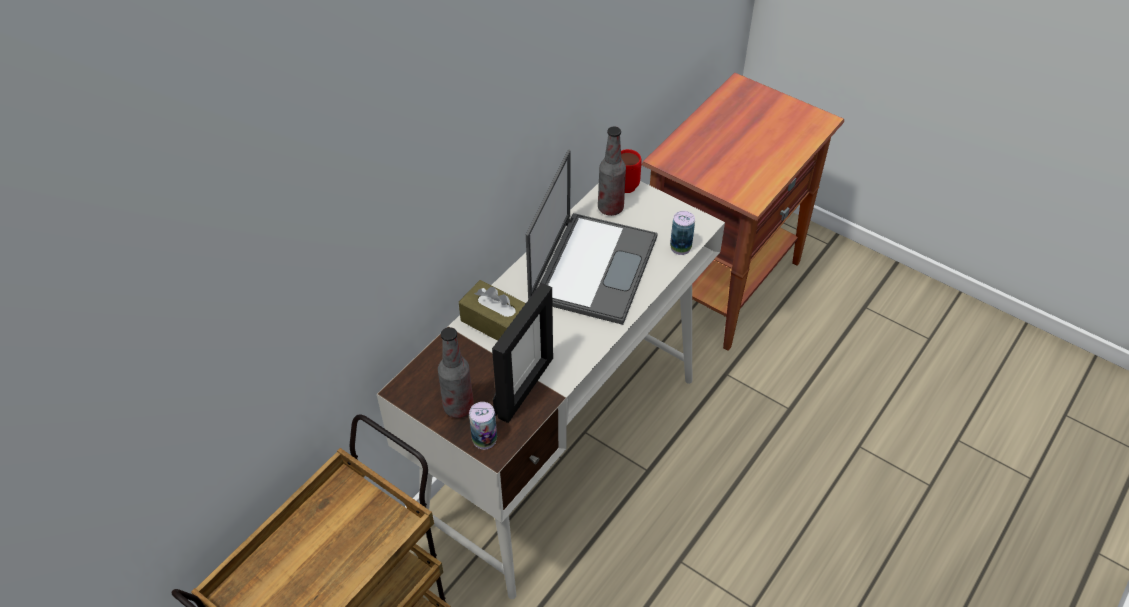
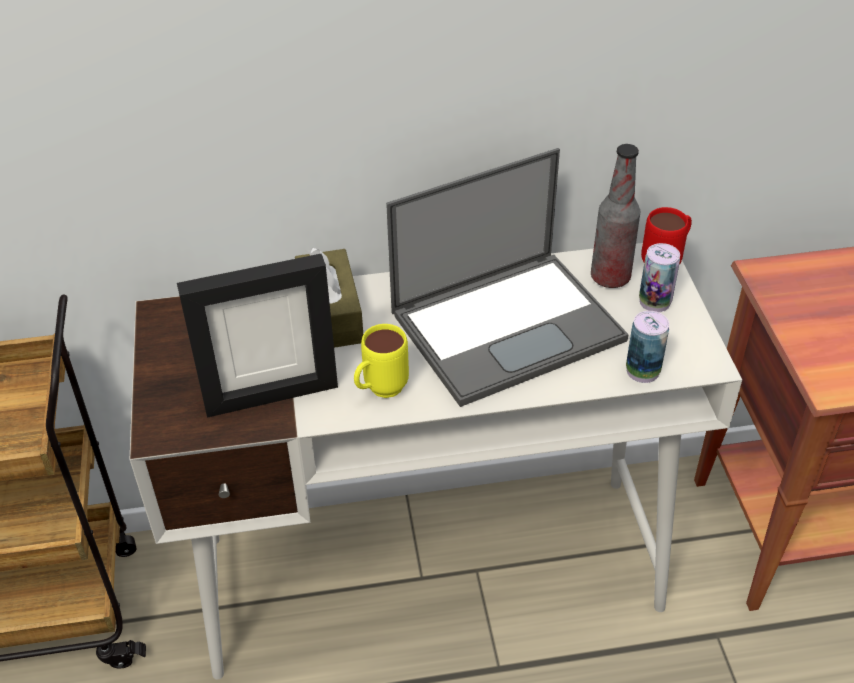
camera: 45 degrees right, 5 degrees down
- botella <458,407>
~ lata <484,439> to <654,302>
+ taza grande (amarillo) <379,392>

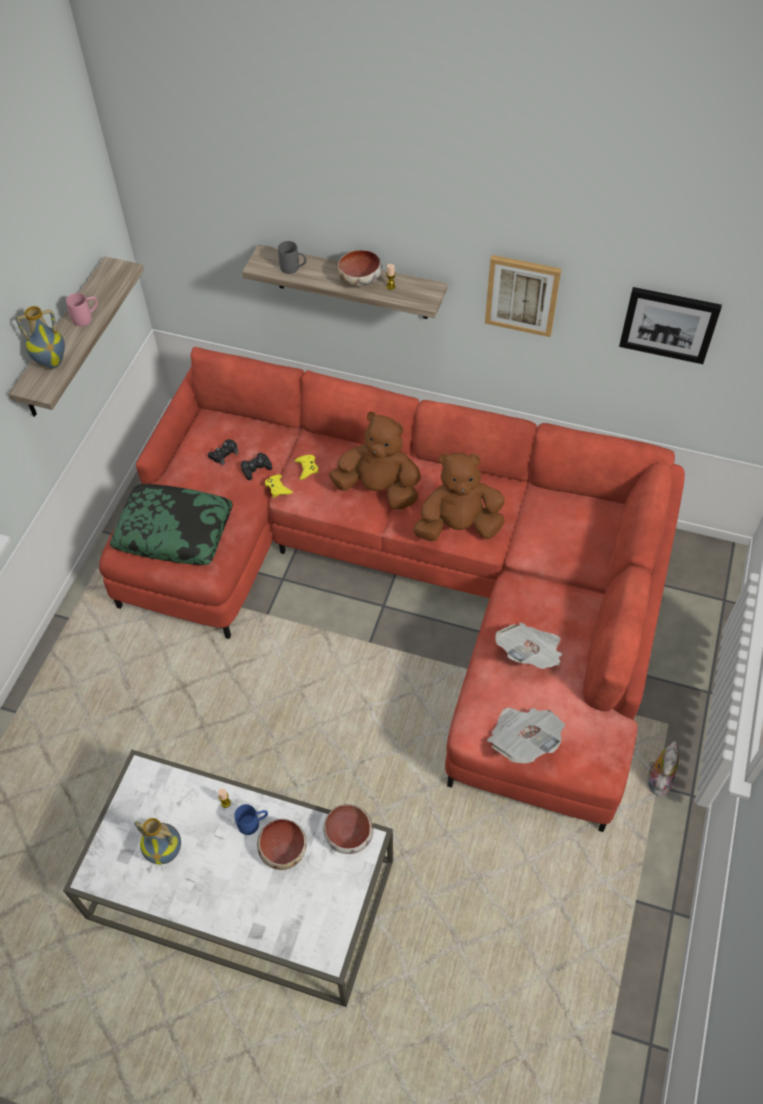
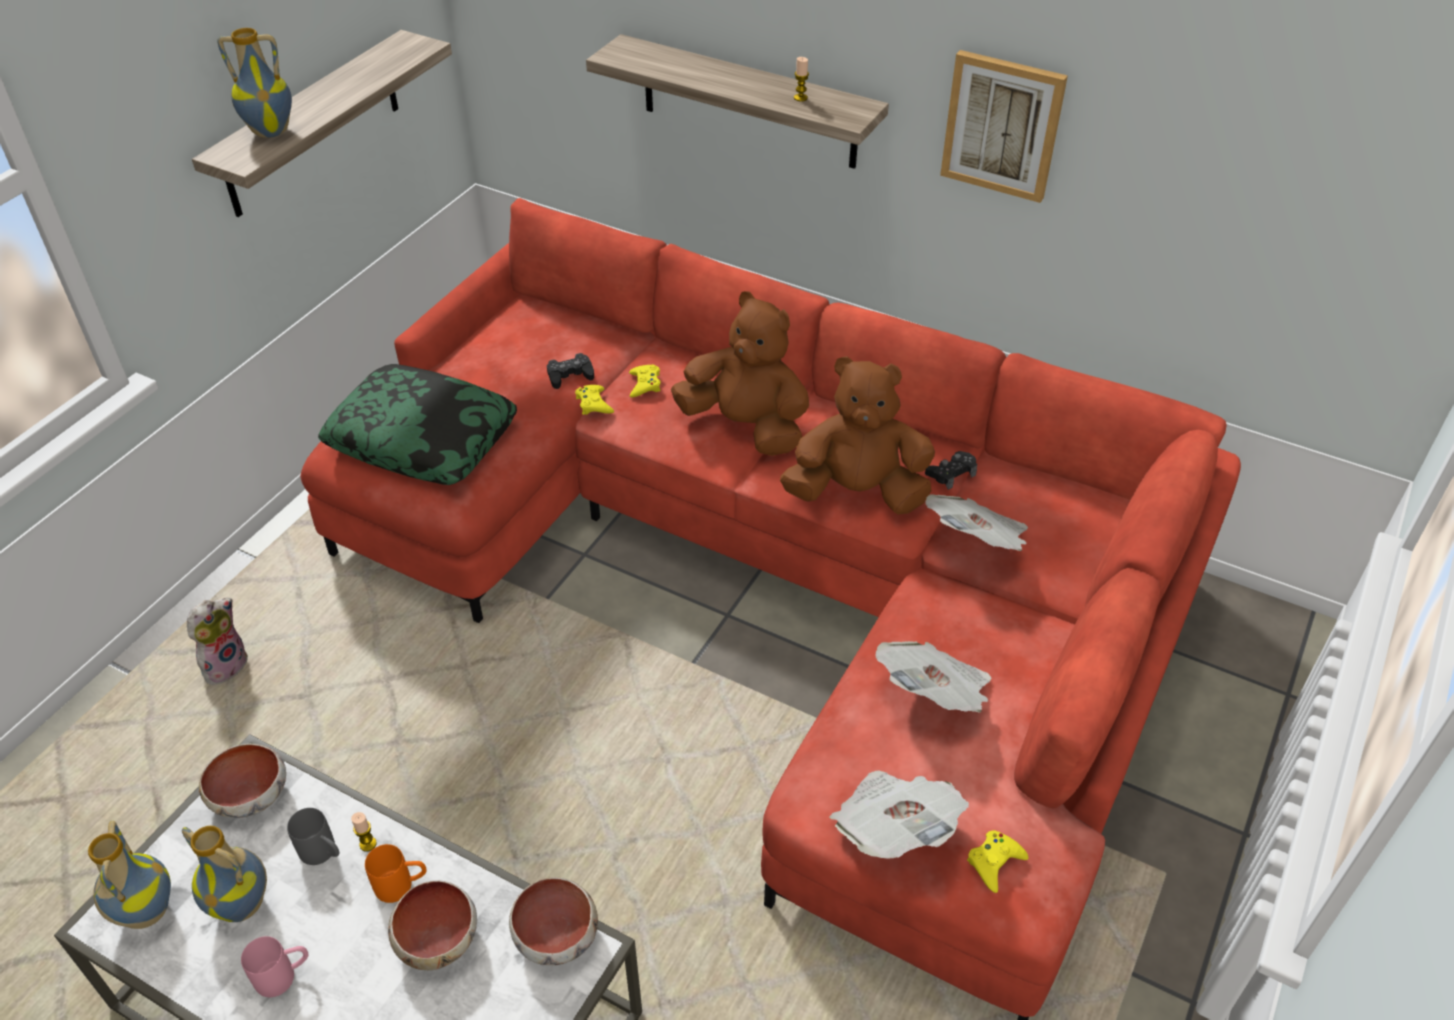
camera: 10 degrees right, 10 degrees down
~ taza grande (gris) <294,268> to <323,853>
~ cuenco <360,279> to <251,794>
- cuadro <669,324>
~ taza grande (rosa) <86,318> to <284,975>
~ mando de consola (negro) <224,454> to <951,473>
~ peluche <657,779> to <225,665>
~ taza grande (azul) <253,823> to taza grande (naranja) <402,885>
+ periódico <977,541>
+ florero <144,911>
+ mando de consola (amarillo) <994,862>

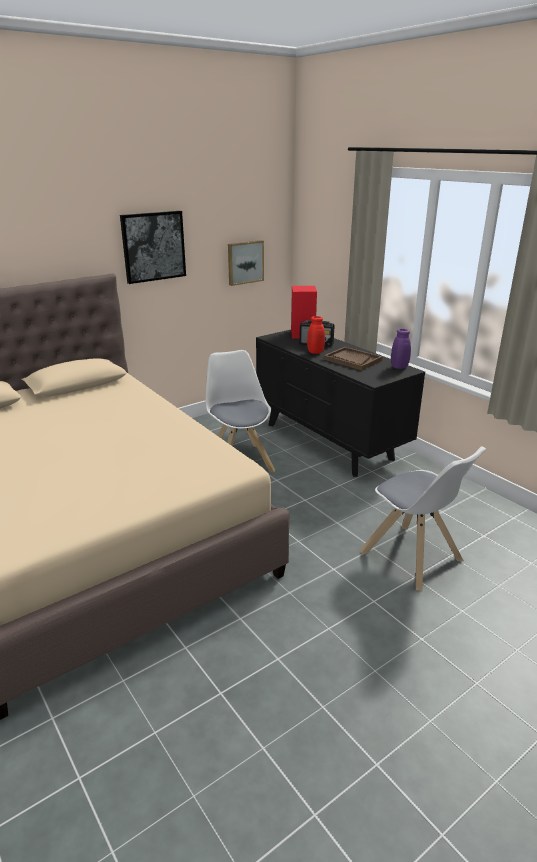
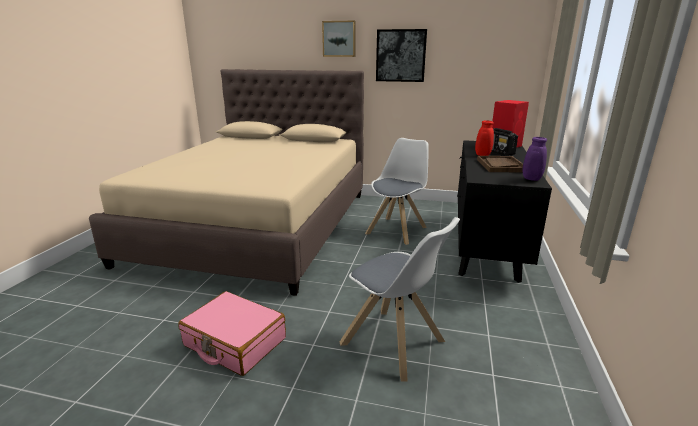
camera: 50 degrees right, 5 degrees down
~ cuadro <245,262> to <339,39>
~ silla <413,557> = <395,344> 60 degrees counterclockwise
+ maleta (rosa) <234,342>

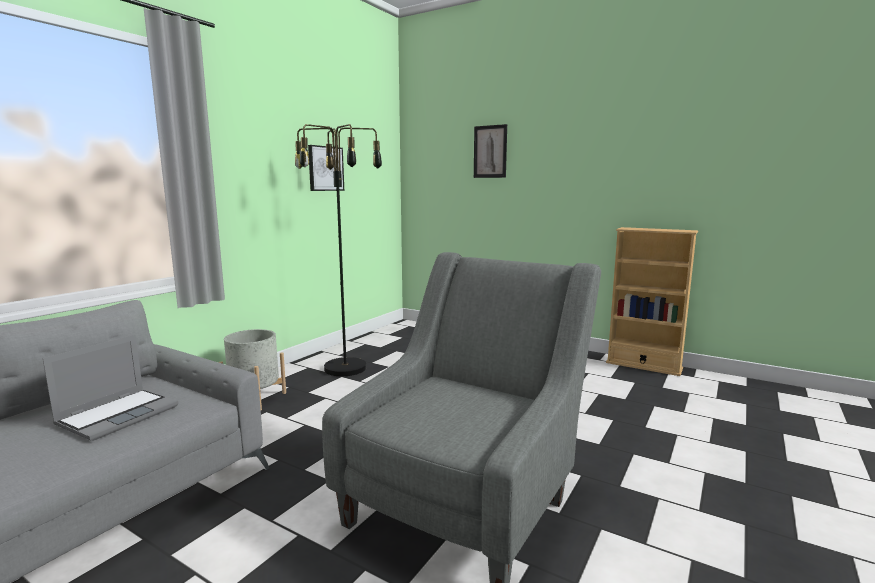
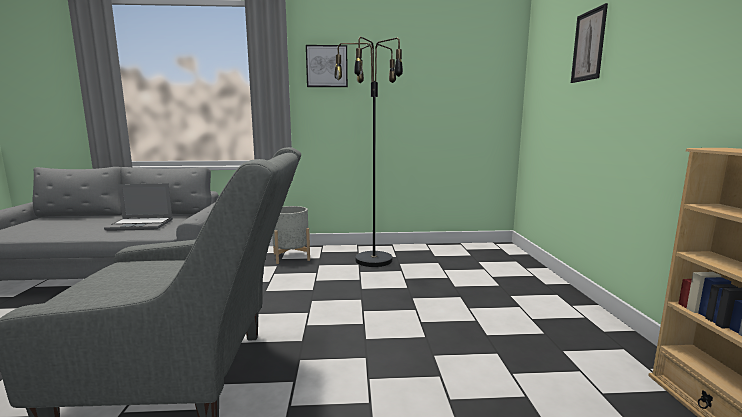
camera: 55 degrees right, 0 degrees up
~ cuadro <325,168> to <327,66>

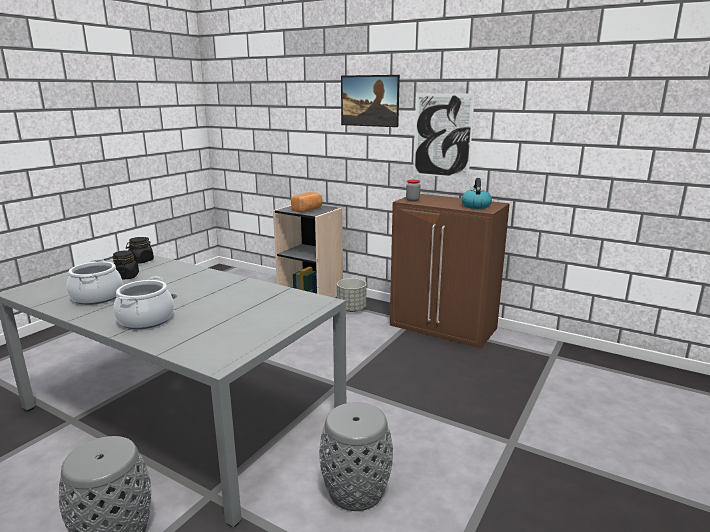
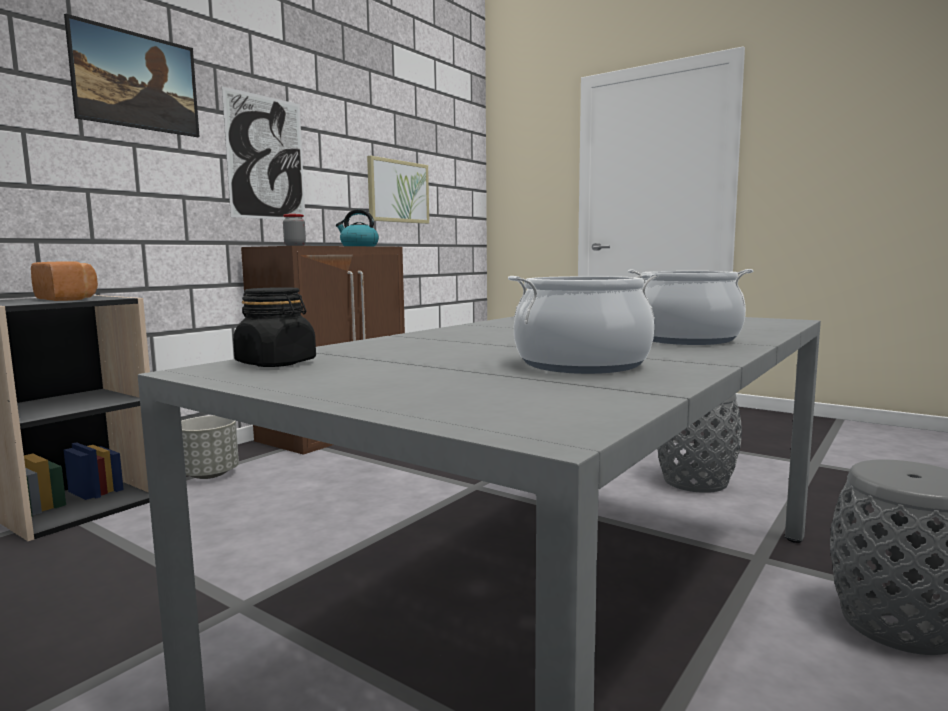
camera: 85 degrees left, 10 degrees down
- tarro (negro) <126,277>
+ cuadro <398,191>

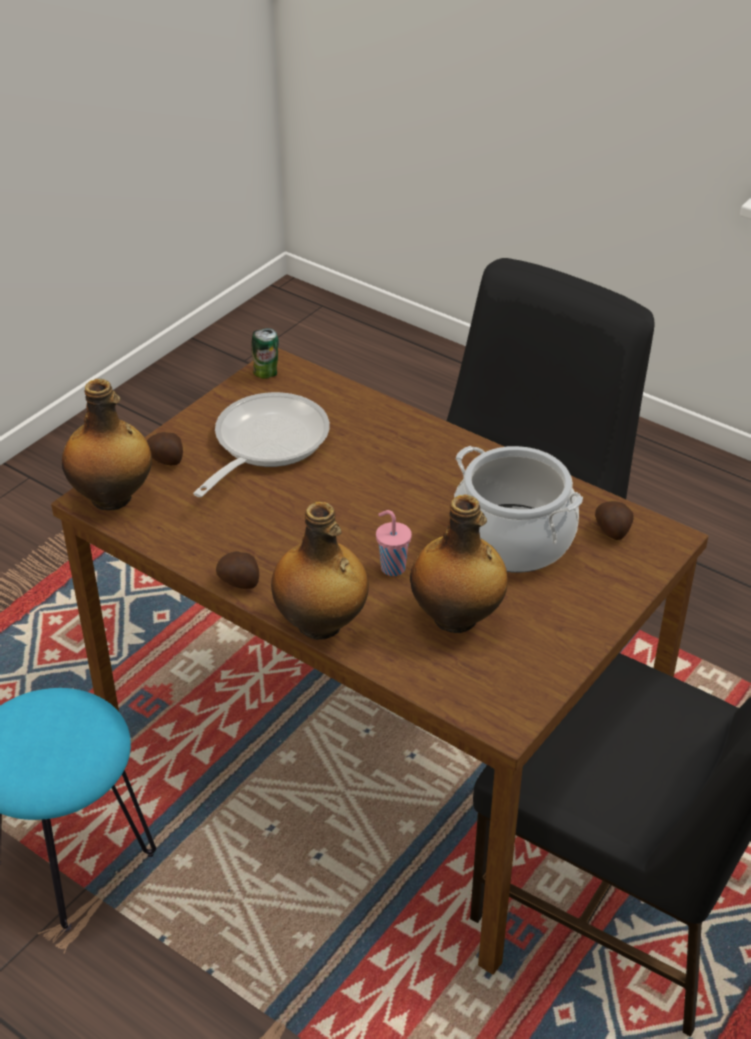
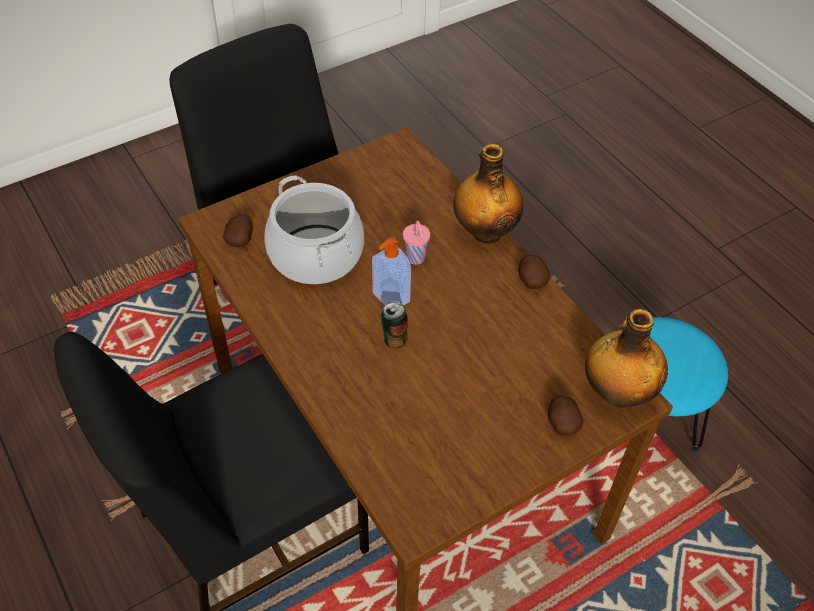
camera: 160 degrees left, 10 degrees up
~ lata <266,373> to <394,338>
- sartén <265,444>
- botella <457,618>
+ dispensador de jabón <390,298>

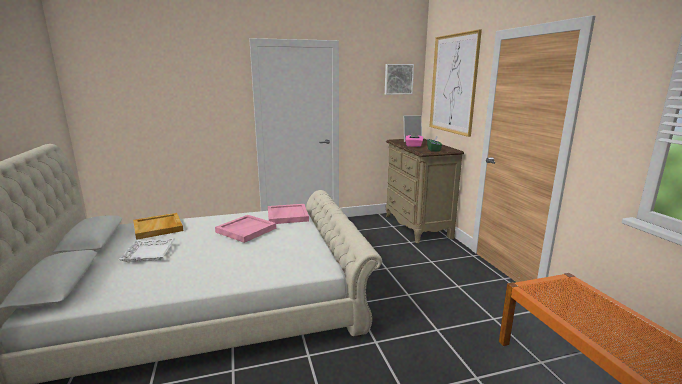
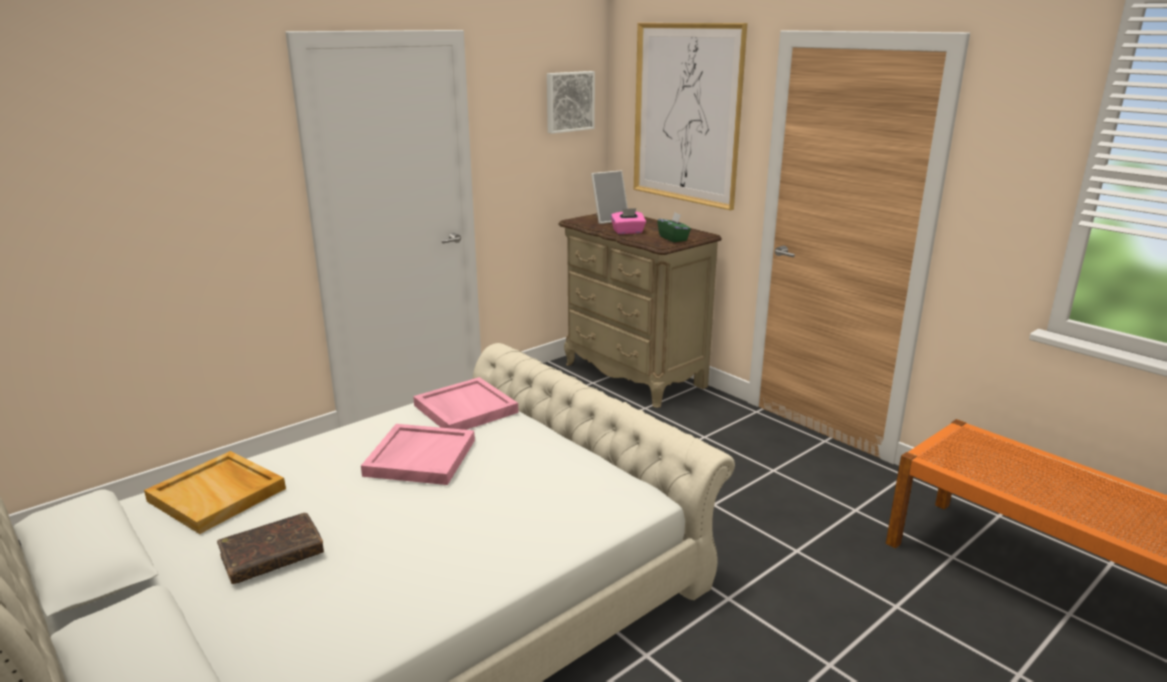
camera: 25 degrees left, 5 degrees up
~ bandeja (blanco) <150,253> to libro (marrón) <272,556>

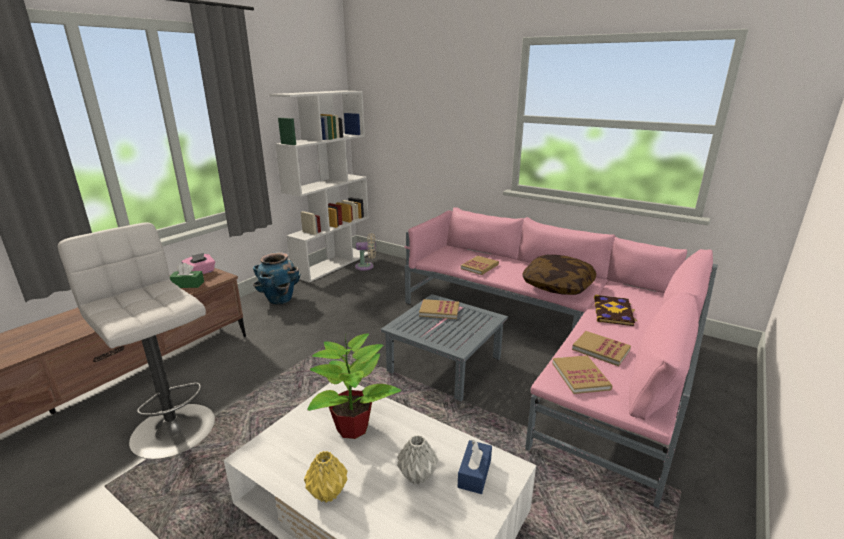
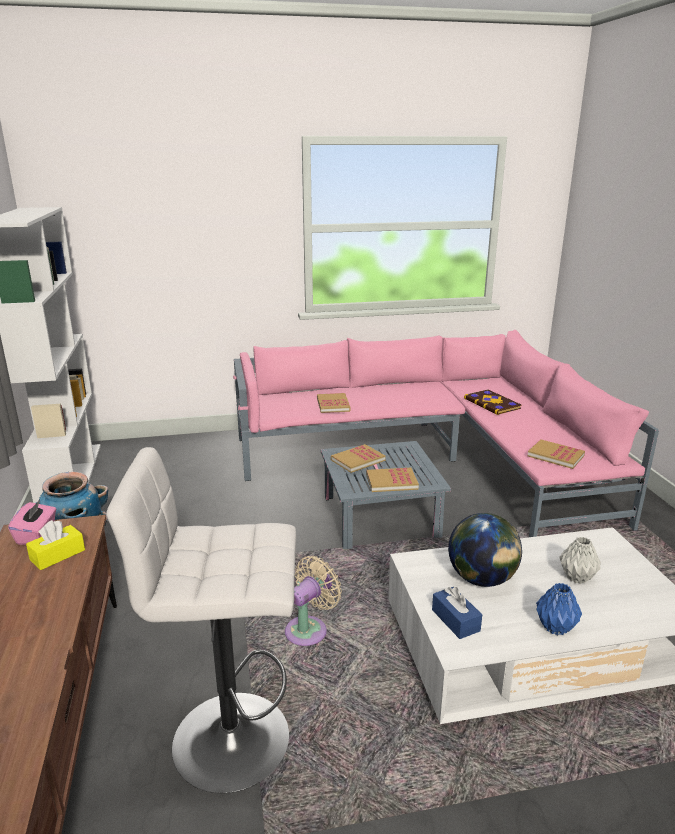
camera: 45 degrees left, 0 degrees up
~ ventilador (beis) <366,266> to <309,629>
- cojín <558,285>
~ caja de pañuelos (verde) <187,284> to caja de pañuelos (amarillo) <57,555>
~ libro <601,350> to <391,482>
~ planta en maceta <353,427> to globo terráqueo <481,579>
~ caja de pañuelos (azul) <474,473> to <455,620>
~ florero (amarillo) <328,493> to florero (azul) <556,627>

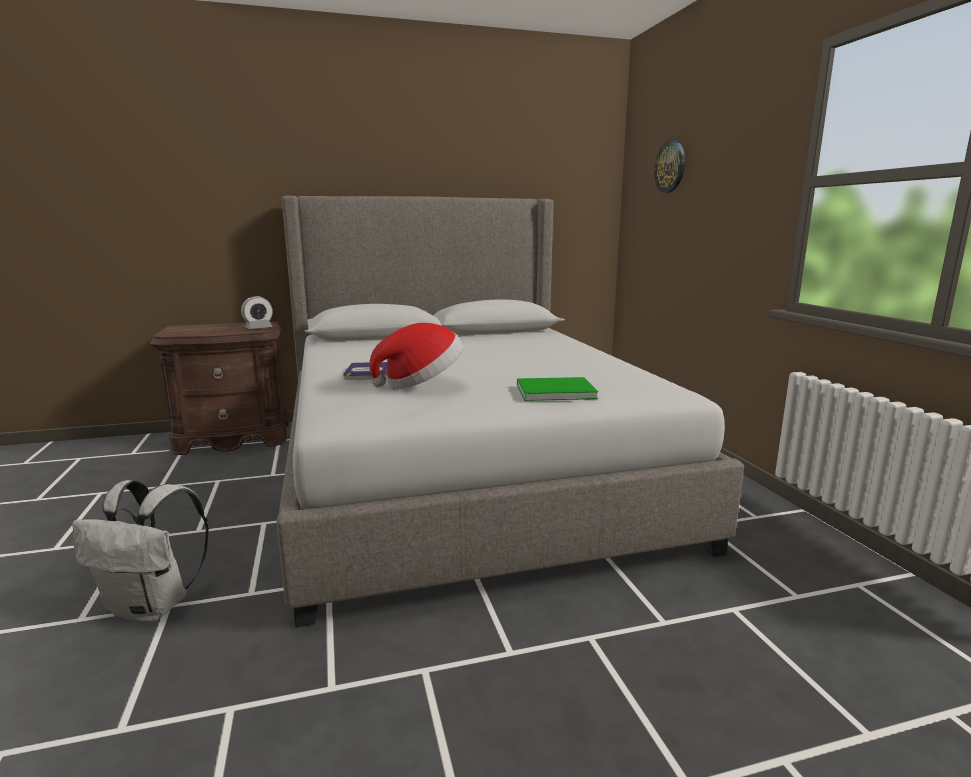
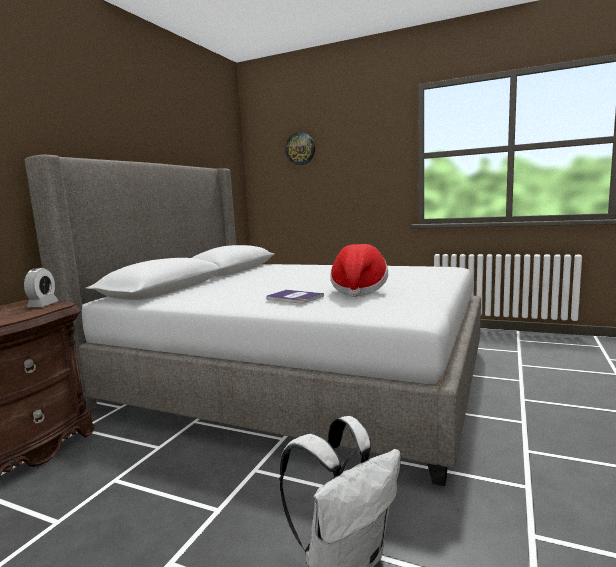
camera: 50 degrees left, 5 degrees down
- libro (verde) <552,391>

